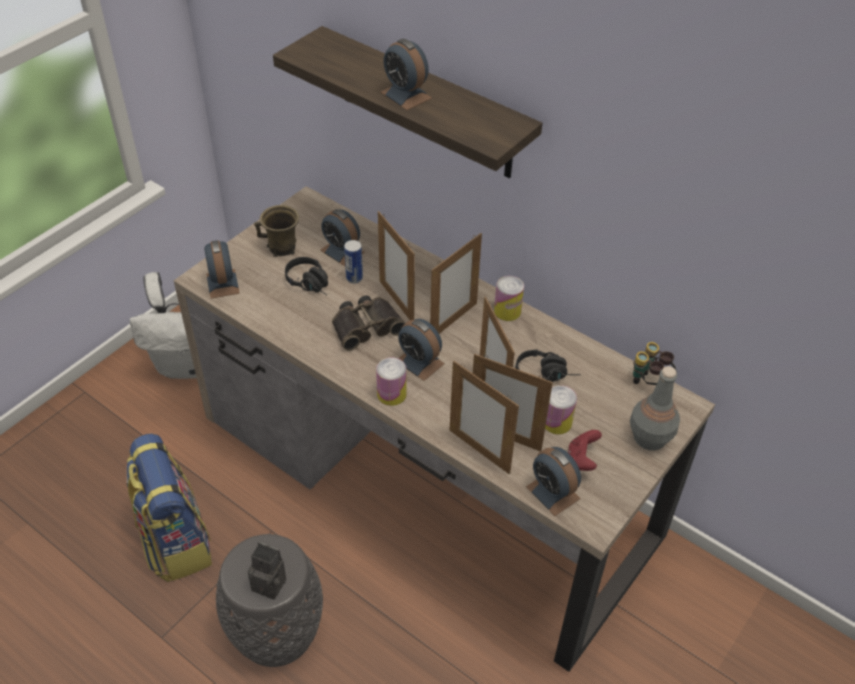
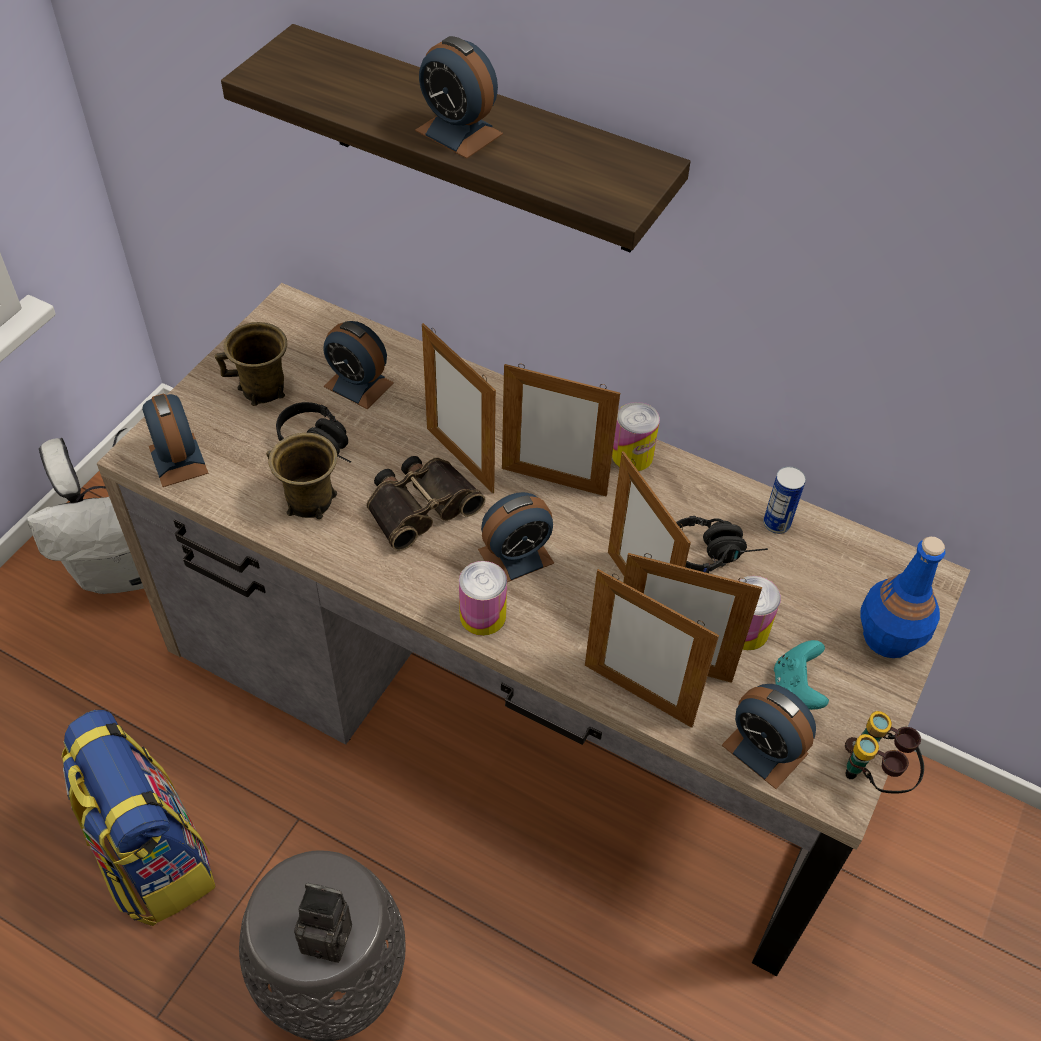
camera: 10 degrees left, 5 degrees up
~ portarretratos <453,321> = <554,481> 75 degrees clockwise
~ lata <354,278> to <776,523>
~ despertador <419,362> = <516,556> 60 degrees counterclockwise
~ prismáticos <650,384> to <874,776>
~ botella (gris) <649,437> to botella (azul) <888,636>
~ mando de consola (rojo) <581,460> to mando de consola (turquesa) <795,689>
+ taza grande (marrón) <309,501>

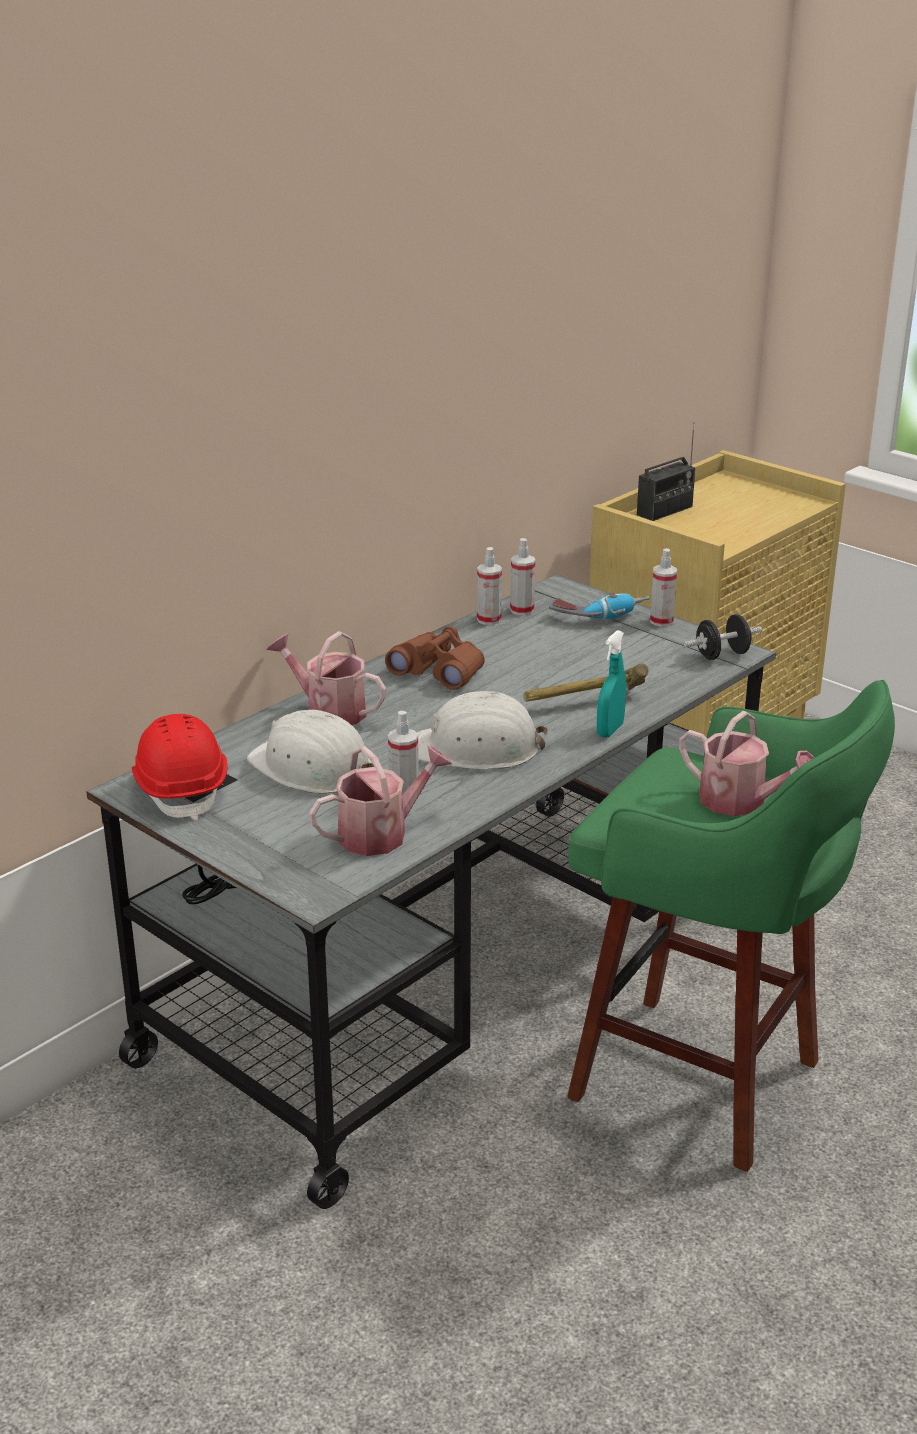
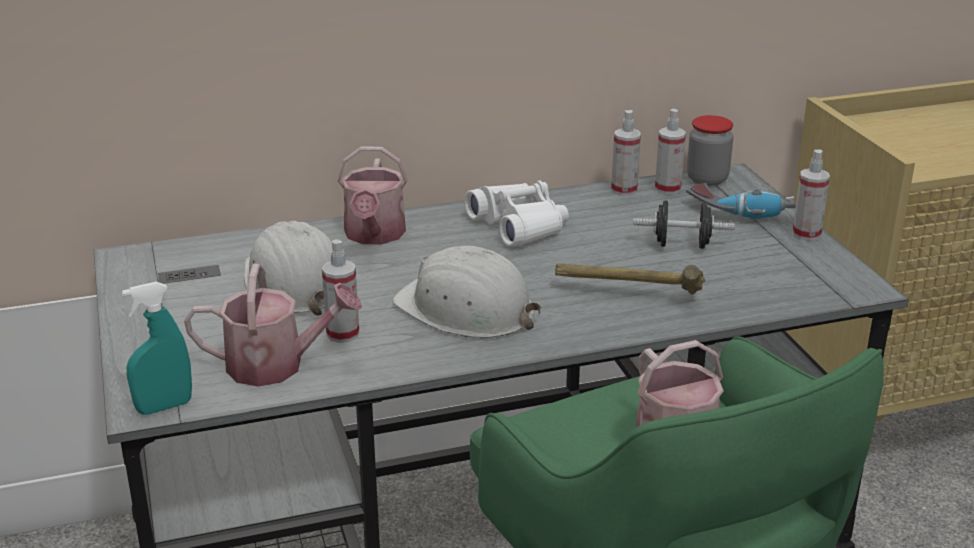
camera: 30 degrees right, 0 degrees up
- radio <665,511>
~ mancuerna (negro) <722,655> to <681,245>
~ prismáticos (marrón) <439,671> to prismáticos (blanco) <519,225>
~ pulverizador (turquesa) <610,730> to <164,407>
~ regadera <329,711> = <374,235> 150 degrees counterclockwise
- casco (rojo) <182,789>
+ tarro <707,179>

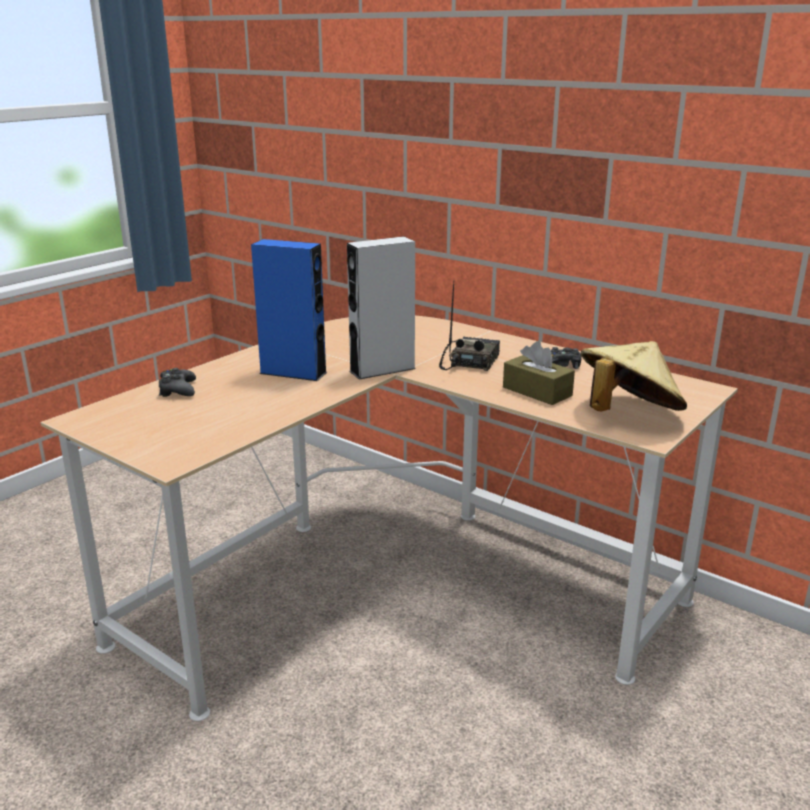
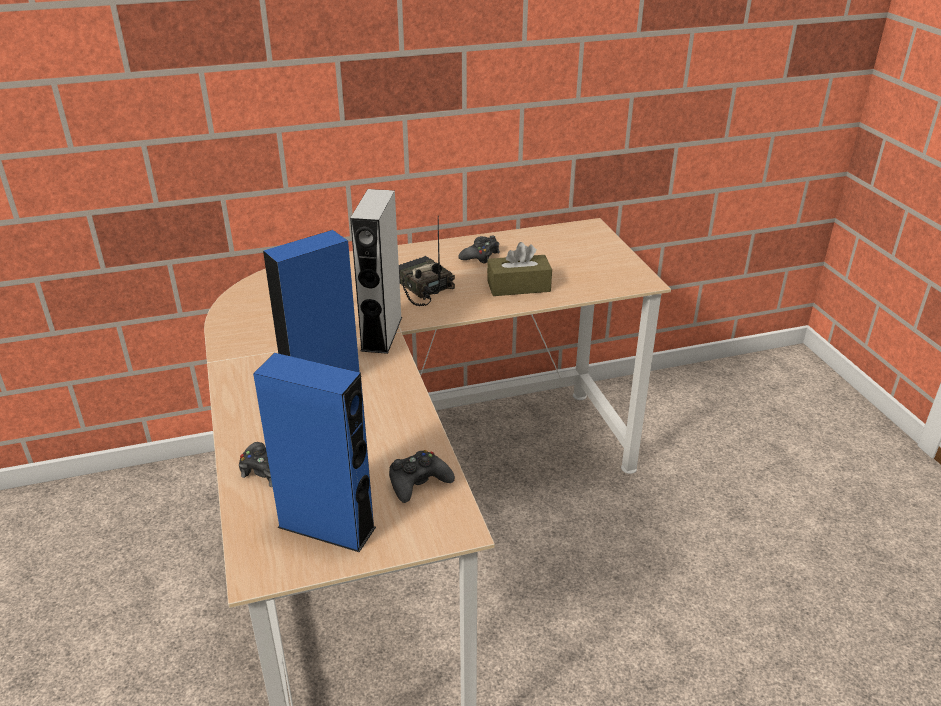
camera: 55 degrees left, 10 degrees up
- sombrero (beis) <627,414>
+ altavoz (azul) <327,527>
+ mando de consola (negro) <418,482>

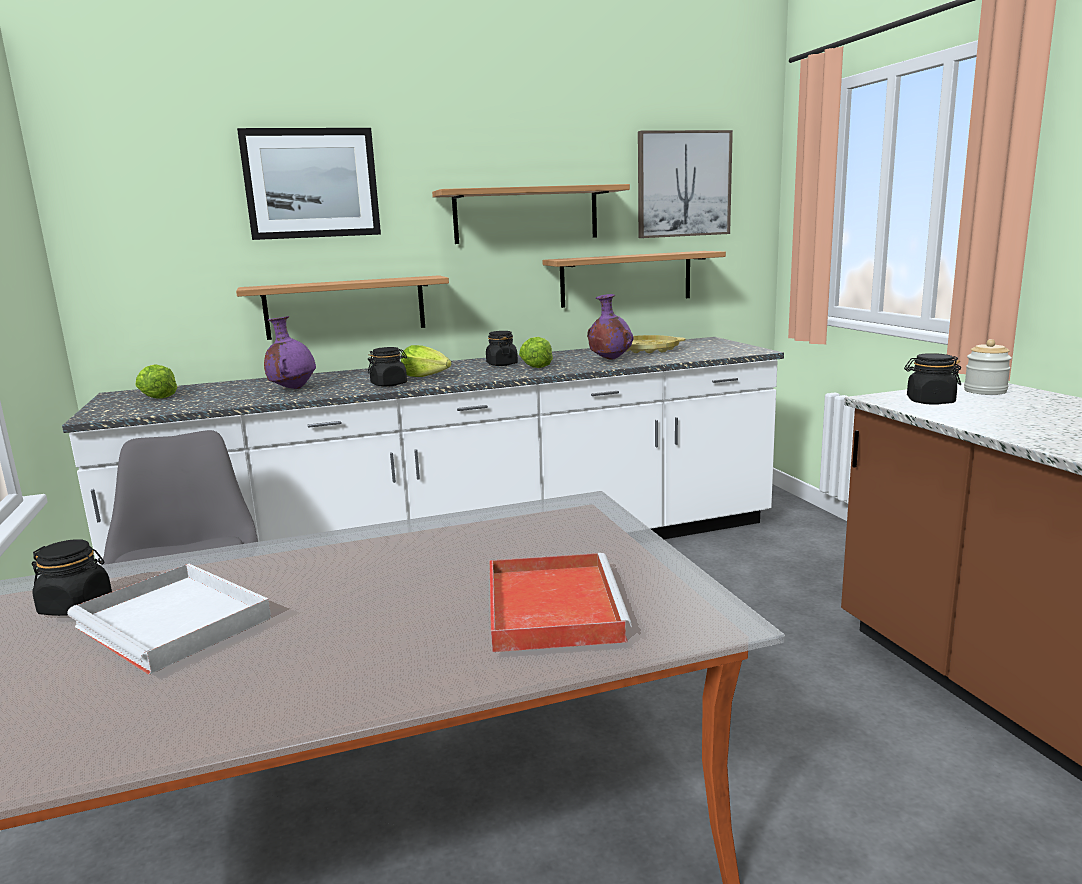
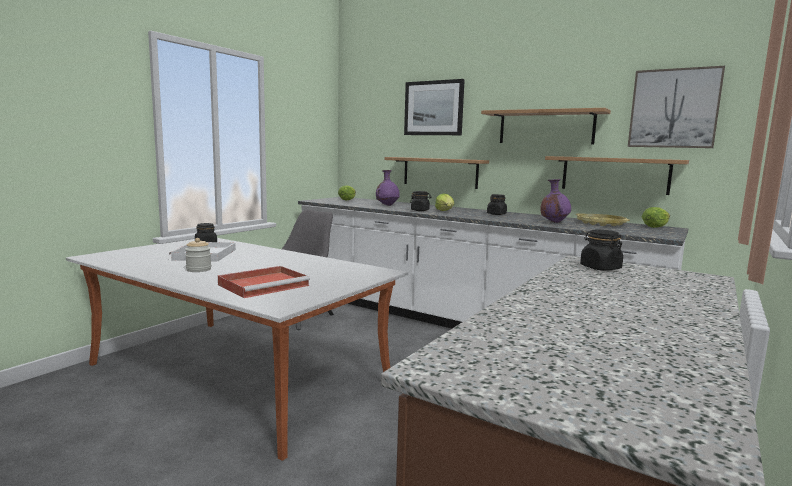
camera: 50 degrees right, 5 degrees down
~ lechuga <537,365> to <655,226>
~ tarro <985,391> to <198,269>

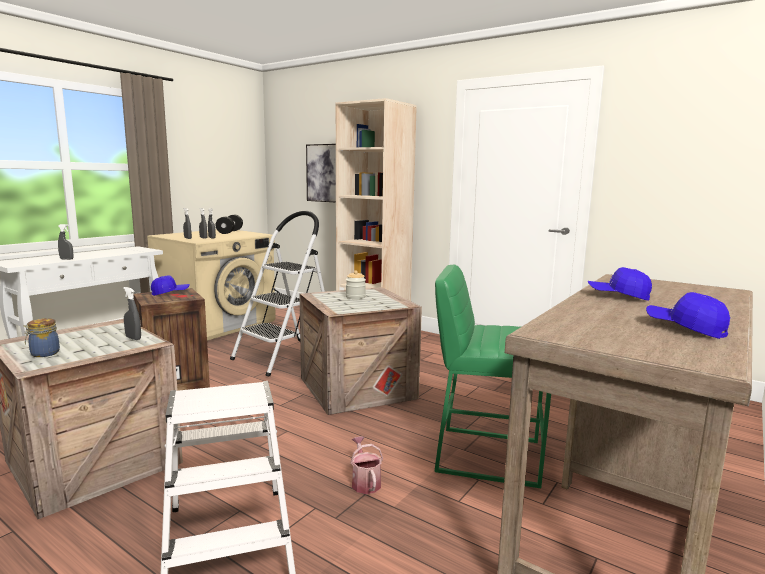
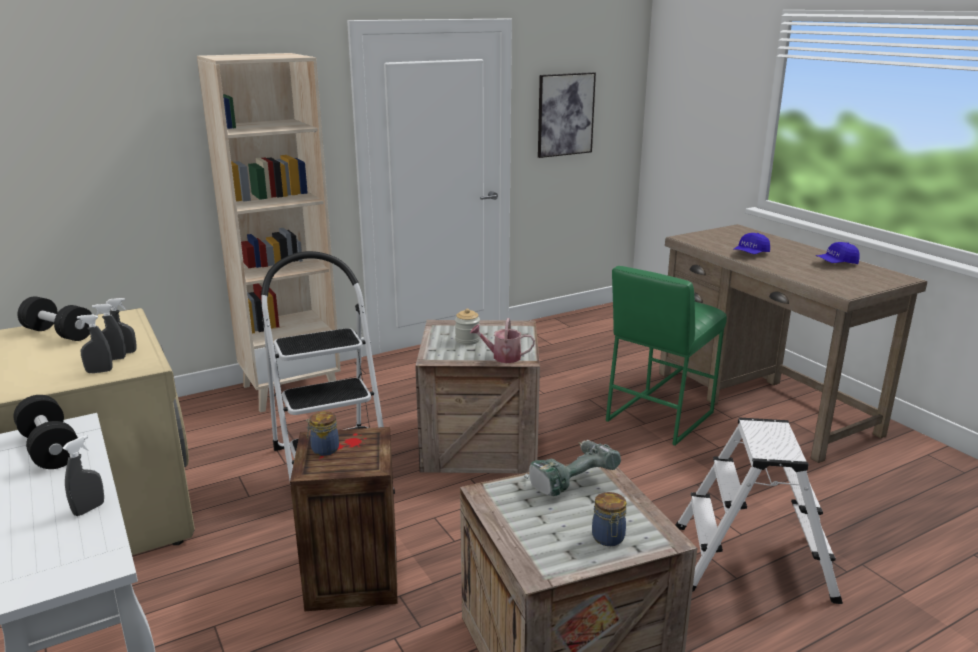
camera: 65 degrees left, 10 degrees up
~ cuadro <325,173> to <565,114>
~ gorra (azul) <170,293> to tarro <324,449>
~ pulverizador (gris) <133,338> to taladro <570,479>
~ regadera <365,482> to <502,357>
+ mancuerna (negro) <50,449>

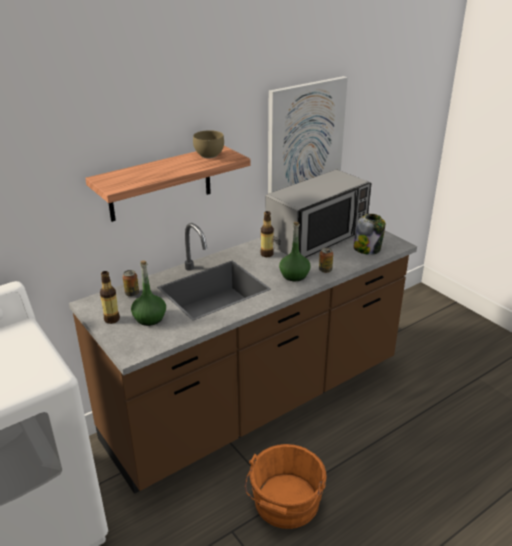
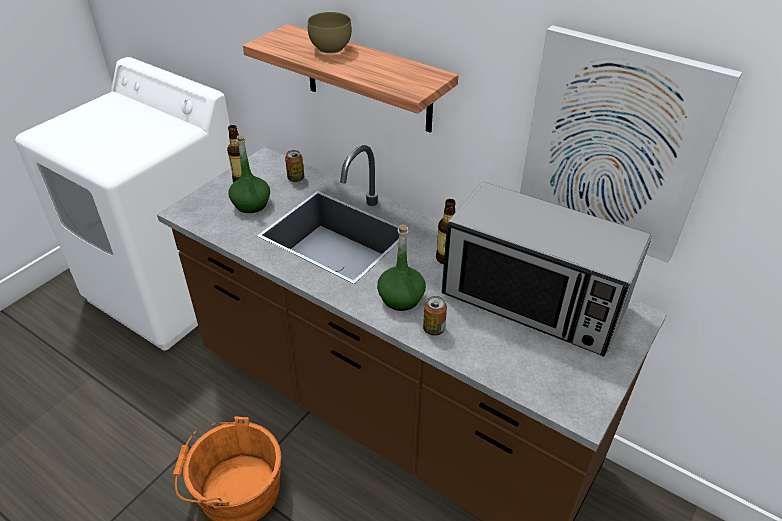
camera: 70 degrees right, 10 degrees up
~ cuenco (marrón) <208,155> to <329,48>
- tarro <367,249>

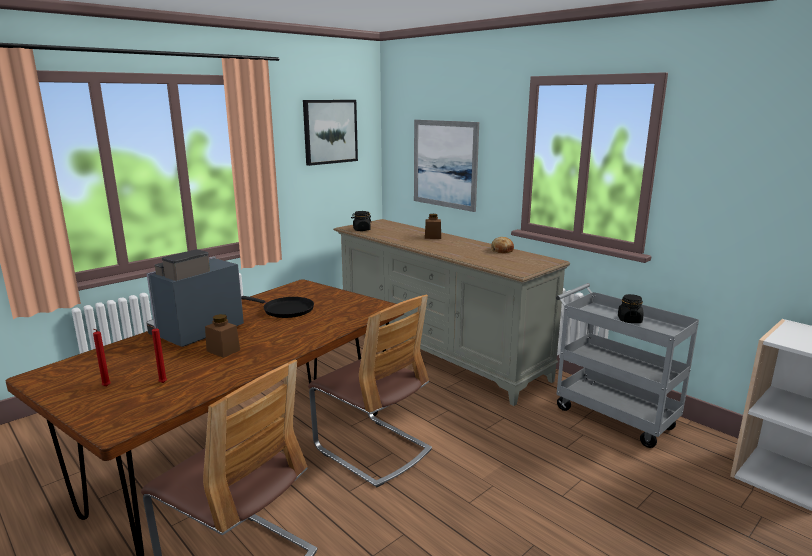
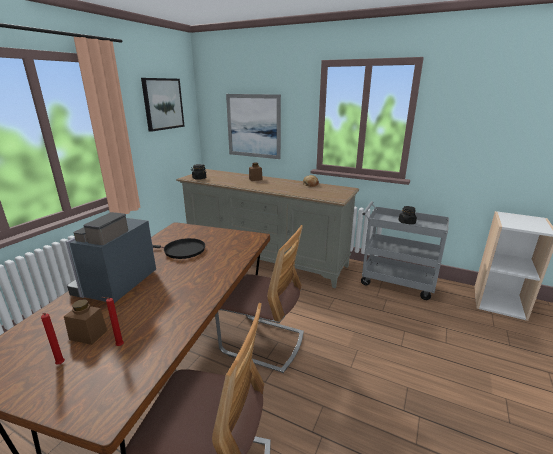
camera: 20 degrees left, 5 degrees up
~ tarro (marrón) <223,350> to <88,335>

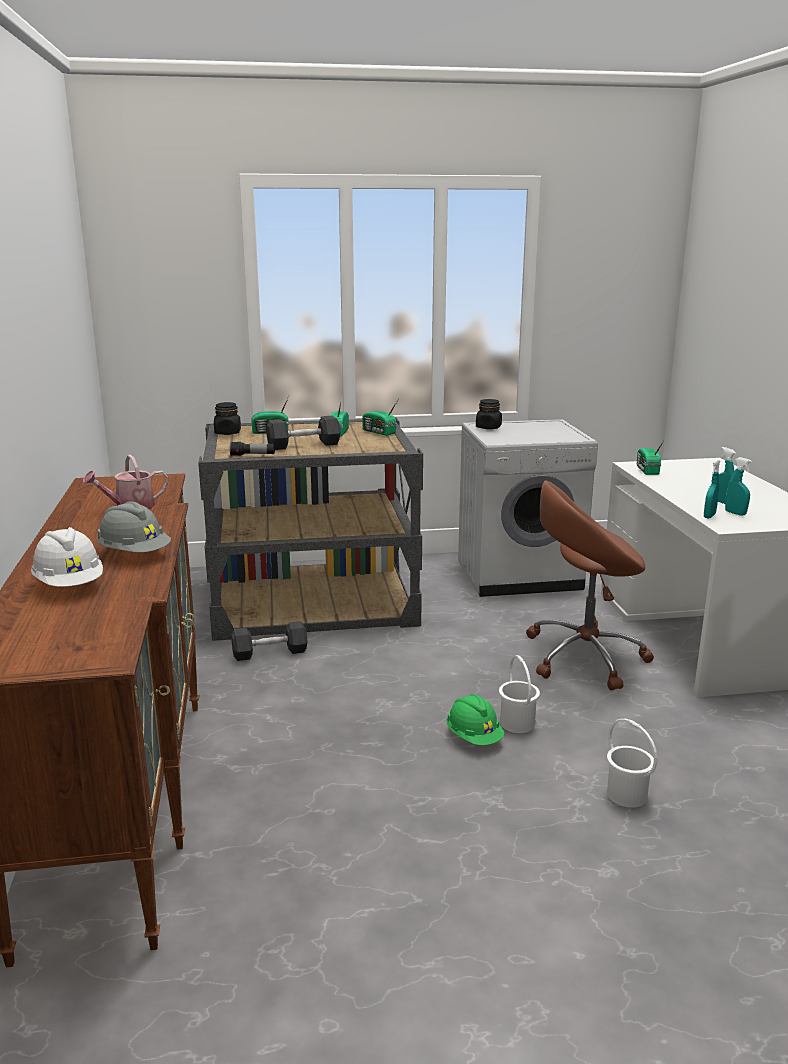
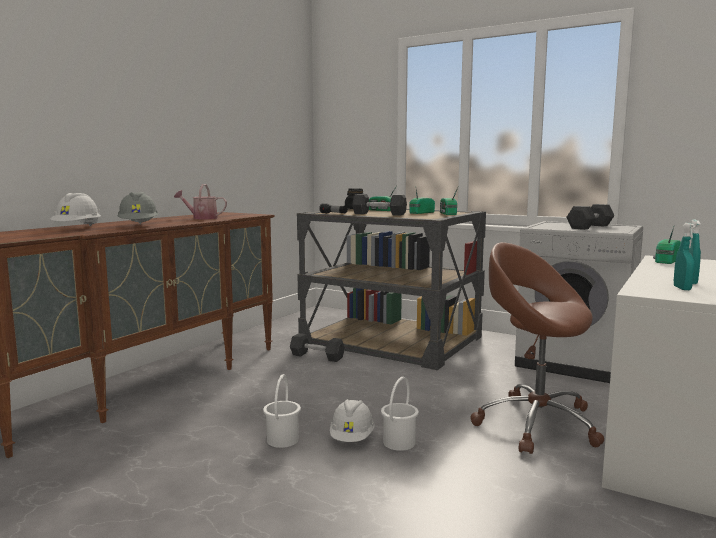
camera: 40 degrees right, 10 degrees down
- tarro (negro) <488,427>
- pulverizador (turquesa) <709,516>
~ casco (verde) <474,737> to casco (blanco) <352,438>
~ cubo (blanco) <627,794> to <283,440>
+ mancuerna (gris) <590,227>

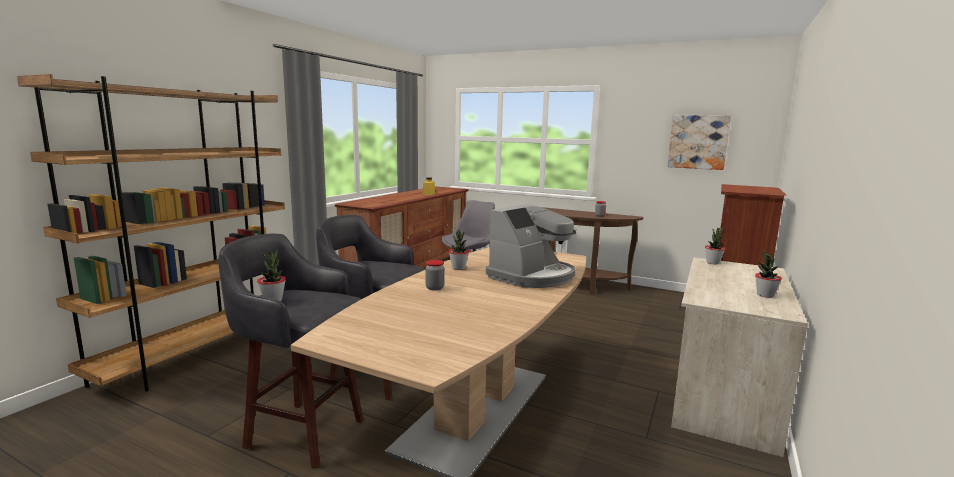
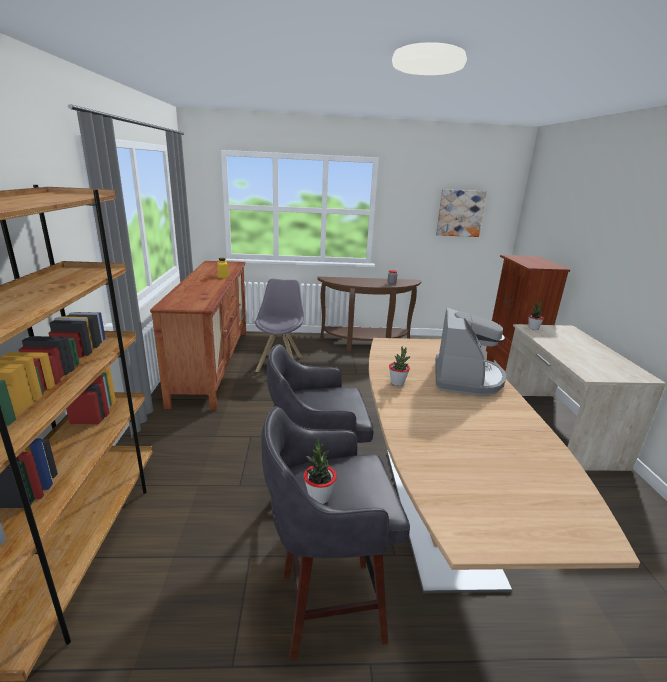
camera: 30 degrees left, 10 degrees up
- planta en maceta <765,295>
- tarro <434,288>

